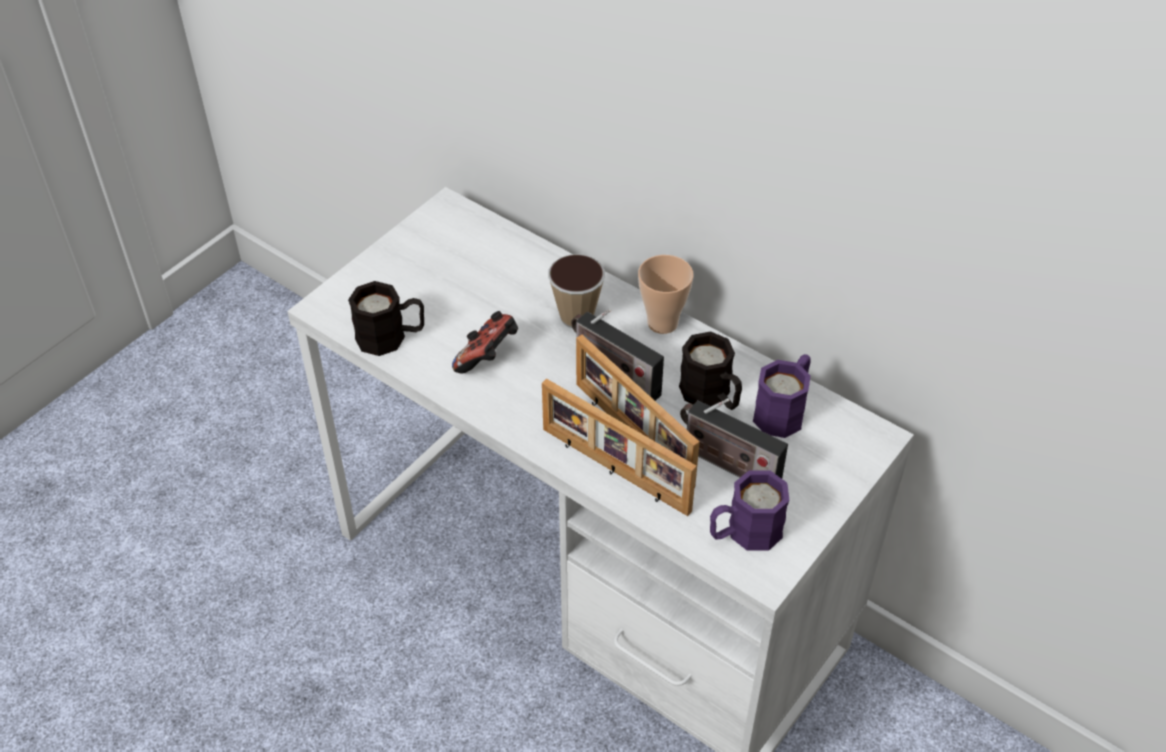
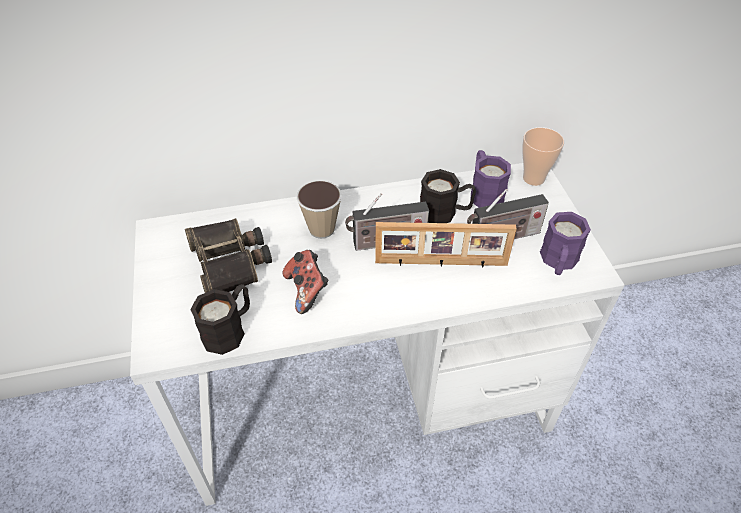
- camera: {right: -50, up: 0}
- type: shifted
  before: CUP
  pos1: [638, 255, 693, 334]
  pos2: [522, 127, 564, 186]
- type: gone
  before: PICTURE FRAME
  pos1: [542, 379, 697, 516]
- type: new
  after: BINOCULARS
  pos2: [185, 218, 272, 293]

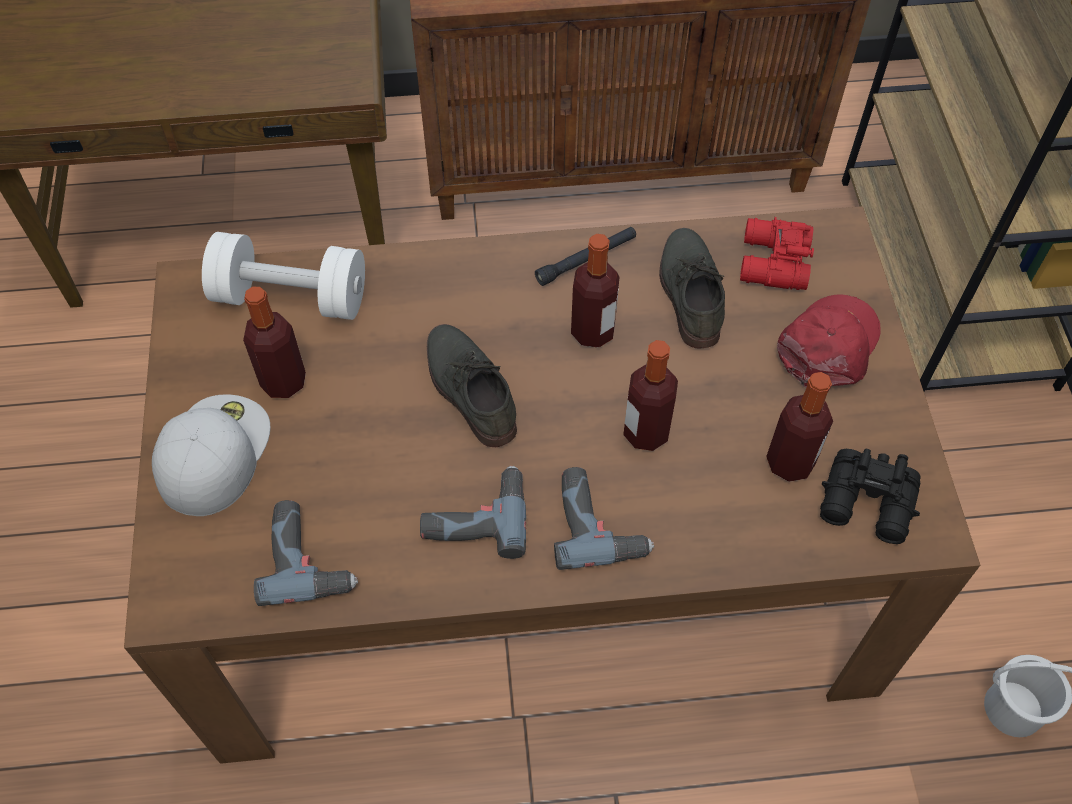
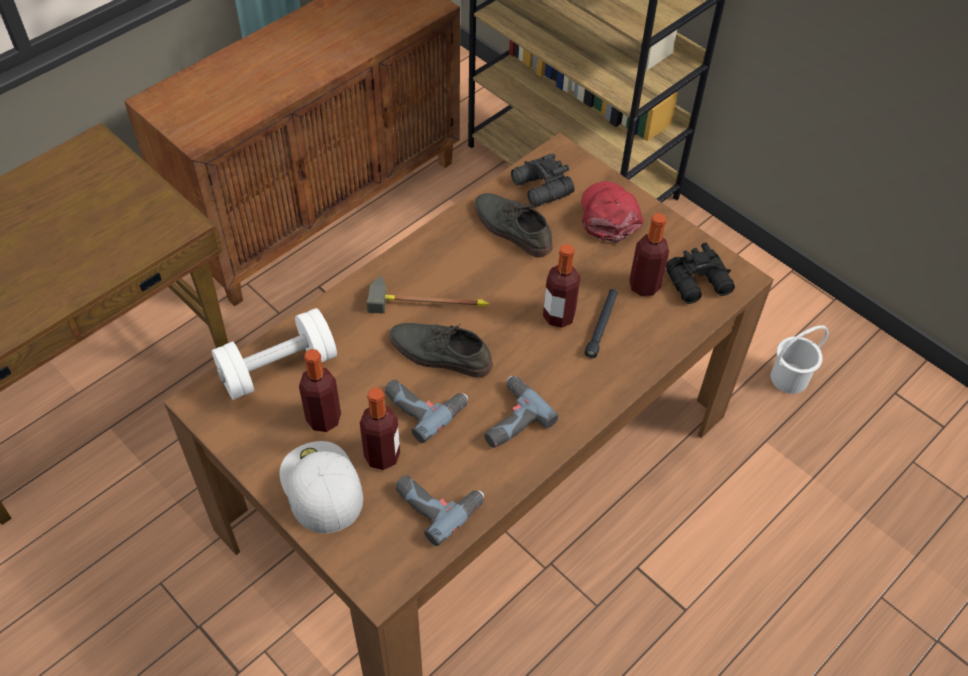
- camera: {right: -40, up: -5}
- type: repainted
  before: RED BINOCULARS
  after: BLACK BINOCULARS
  pos1: [740, 217, 814, 290]
  pos2: [511, 154, 574, 207]
- type: shifted
  before: BLACK FLASHLIGHT
  pos1: [535, 227, 636, 286]
  pos2: [584, 289, 618, 358]
- type: shifted
  before: BOTTLE
  pos1: [571, 234, 619, 348]
  pos2: [360, 387, 400, 470]
- type: shifted
  before: POWER DRILL
  pos1: [554, 467, 654, 570]
  pos2: [384, 380, 468, 443]
- type: new
  after: HAMMER
  pos2: [367, 276, 490, 314]

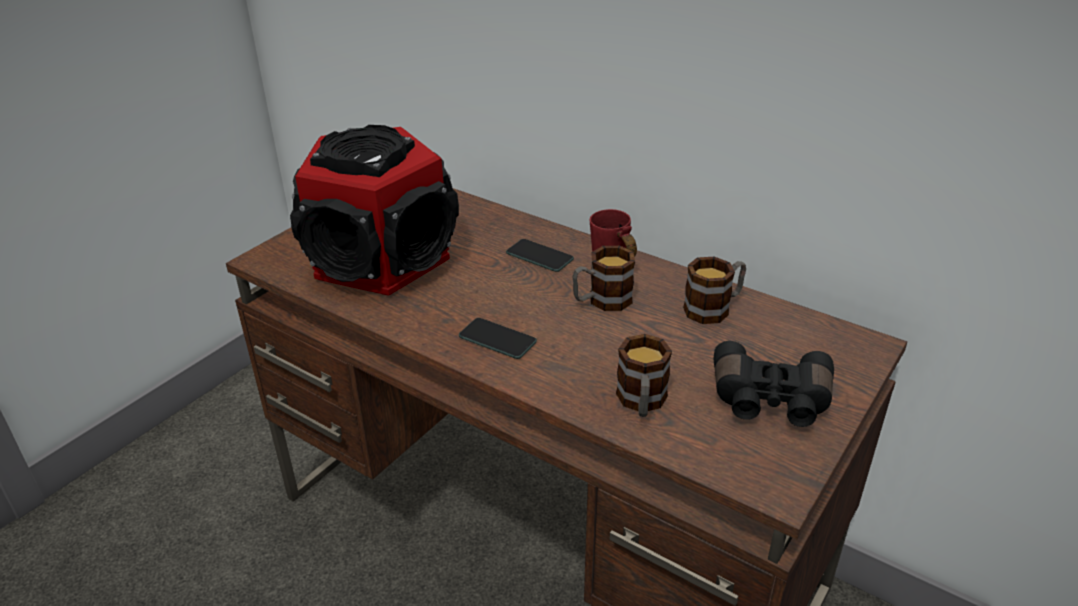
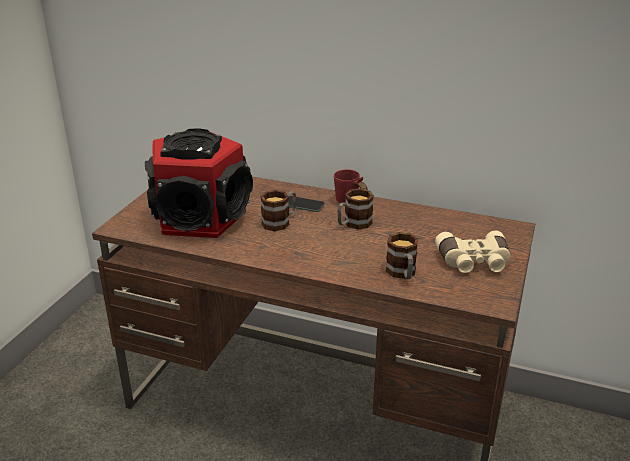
- camera: {right: -15, up: -5}
- type: shifted
  before: MUG
  pos1: [683, 257, 746, 324]
  pos2: [260, 190, 296, 231]
- type: gone
  before: PHONE
  pos1: [459, 318, 537, 359]
- type: repainted
  before: BLACK BINOCULARS
  after: BEIGE BINOCULARS
  pos1: [714, 341, 834, 427]
  pos2: [435, 231, 510, 273]

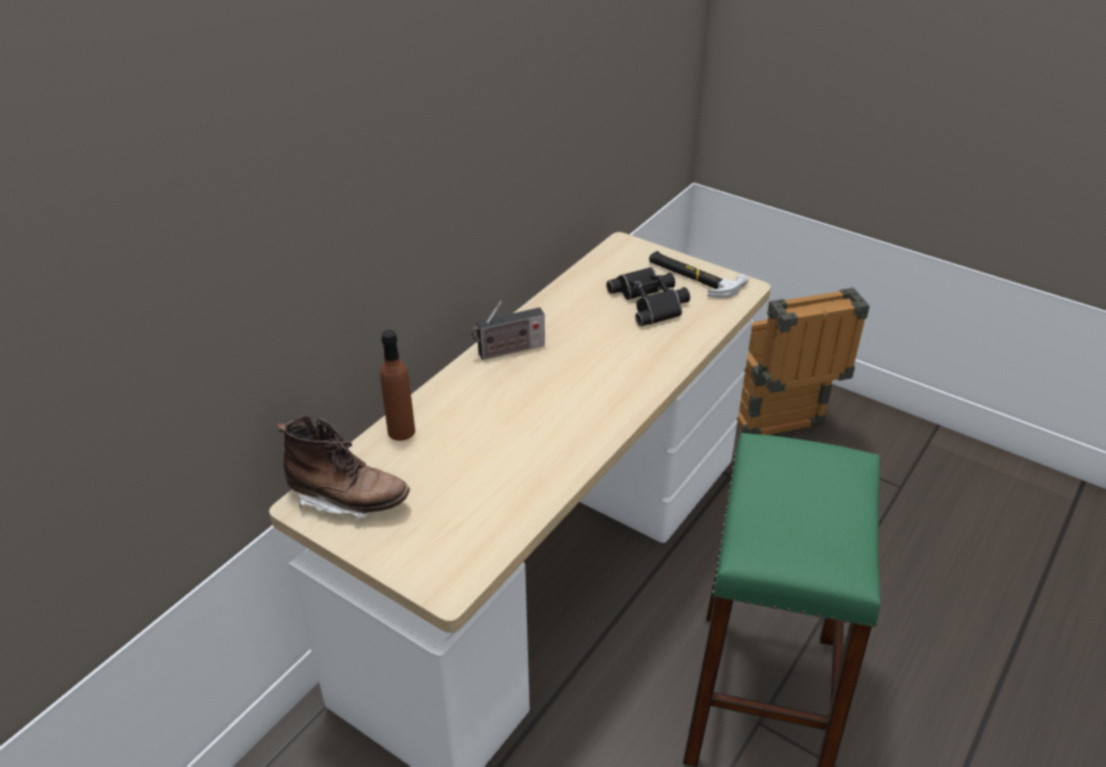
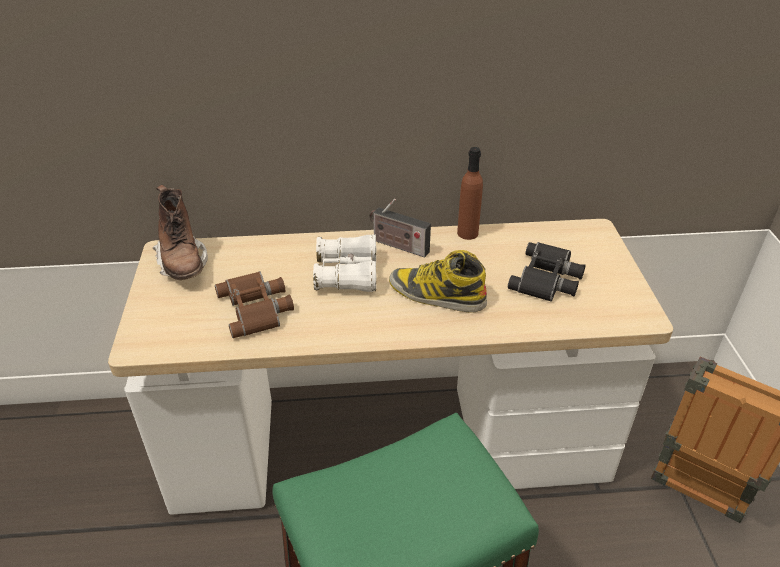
- camera: {right: 50, up: 0}
- type: gone
  before: HAMMER
  pos1: [649, 251, 749, 298]
- type: shifted
  before: BROWN BOTTLE
  pos1: [380, 330, 415, 441]
  pos2: [457, 147, 483, 240]
- type: new
  after: WHITE BINOCULARS
  pos2: [313, 234, 377, 292]
- type: new
  after: BOOT
  pos2: [389, 250, 487, 313]
- type: new
  after: BROWN BINOCULARS
  pos2: [215, 271, 294, 338]

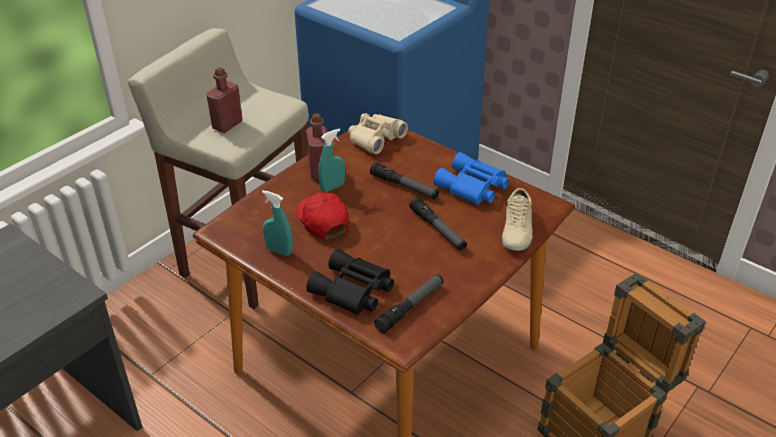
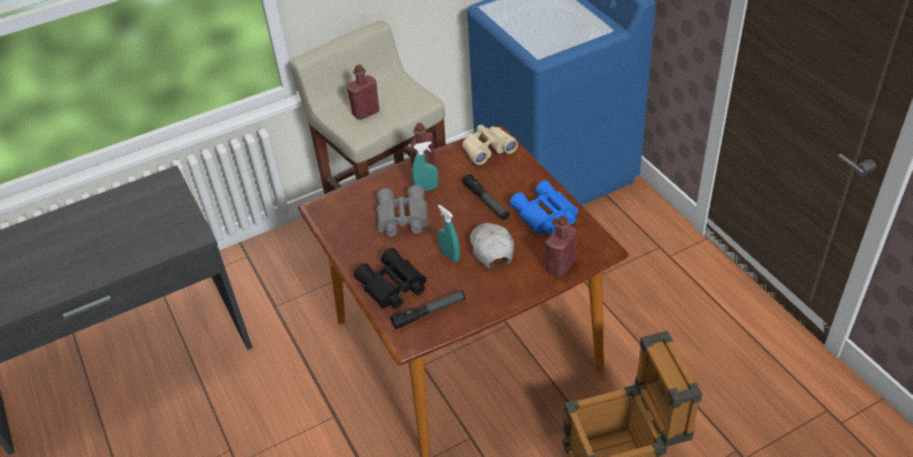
- camera: {right: 25, up: 5}
- type: swapped
  before: BEIGE SHOE
  after: RED BOTTLE
  pos1: [502, 188, 533, 251]
  pos2: [546, 216, 577, 277]
- type: shifted
  before: TURQUOISE SPRAY BOTTLE
  pos1: [262, 190, 293, 256]
  pos2: [438, 205, 460, 262]
- type: swapped
  before: RED CAP
  after: GREY BINOCULARS
  pos1: [295, 192, 349, 240]
  pos2: [377, 185, 429, 237]
- type: swapped
  before: FLASHLIGHT
  after: WHITE CAP
  pos1: [409, 197, 467, 251]
  pos2: [470, 223, 514, 268]

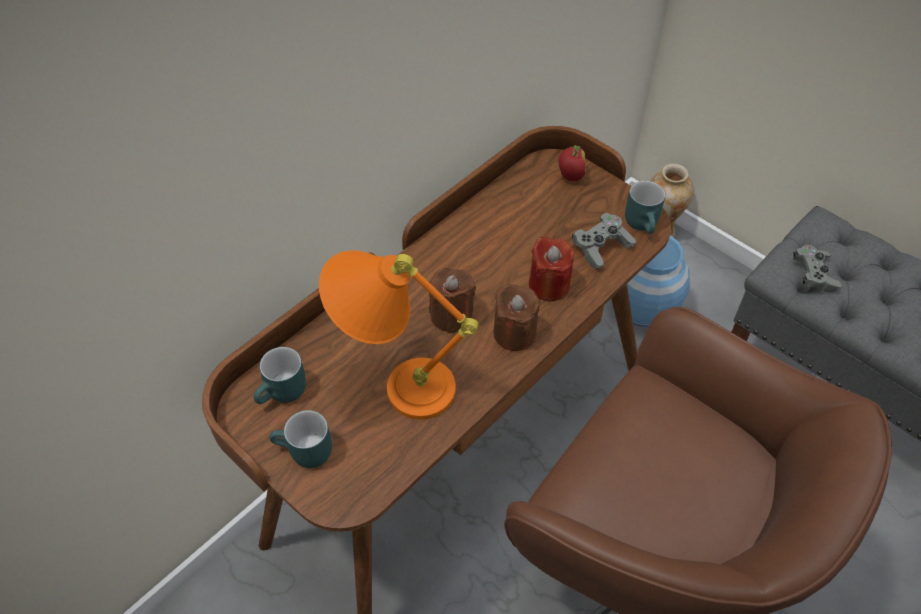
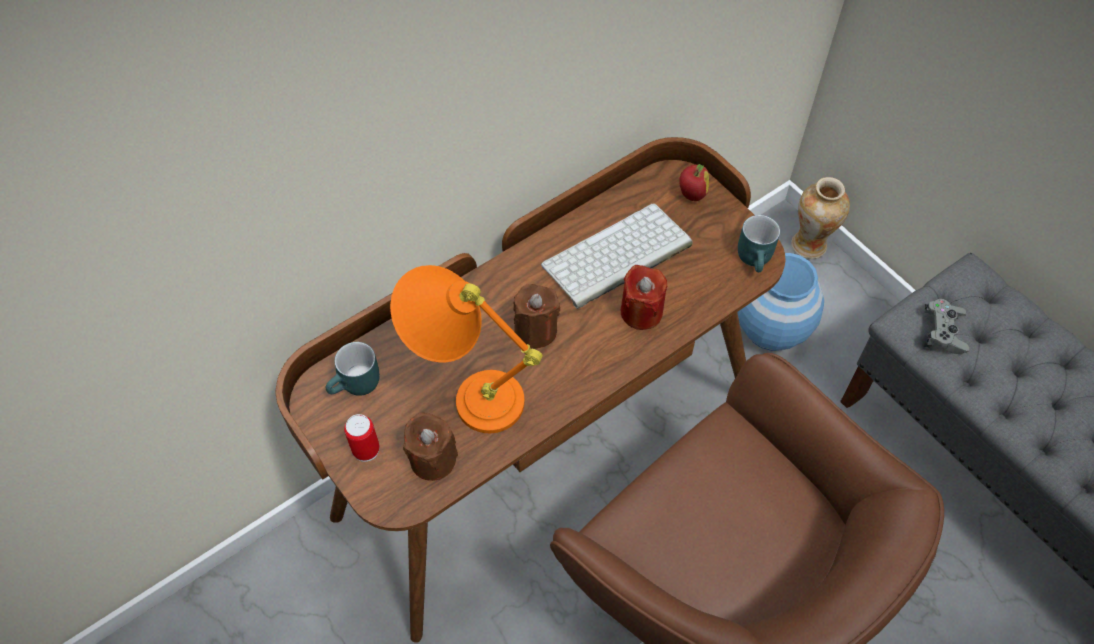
- camera: {right: 10, up: 5}
- type: gone
  before: GREY GAME CONTROLLER
  pos1: [572, 213, 636, 270]
- type: shifted
  before: BROWN CANDLE
  pos1: [494, 283, 540, 351]
  pos2: [403, 412, 458, 481]
- type: swapped
  before: TURQUOISE MUG
  after: CAN
  pos1: [269, 410, 332, 468]
  pos2: [344, 414, 380, 462]
- type: new
  after: KEYBOARD
  pos2: [541, 203, 692, 309]

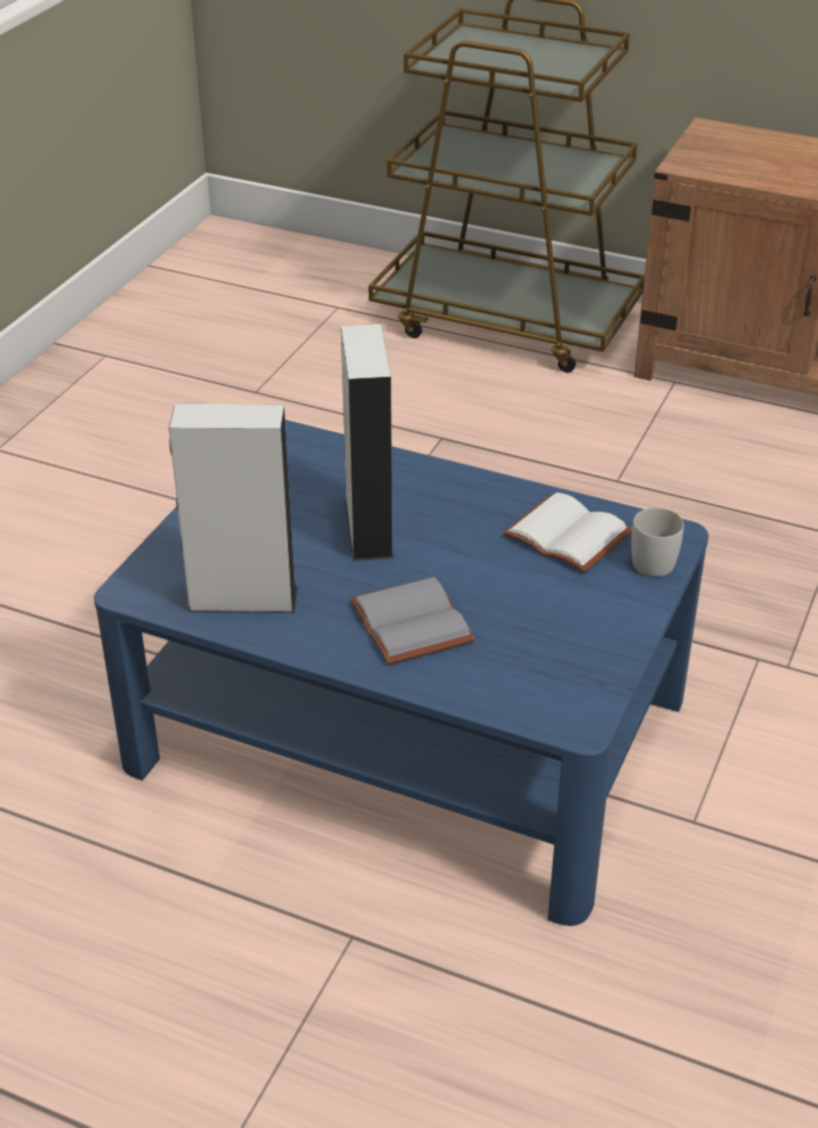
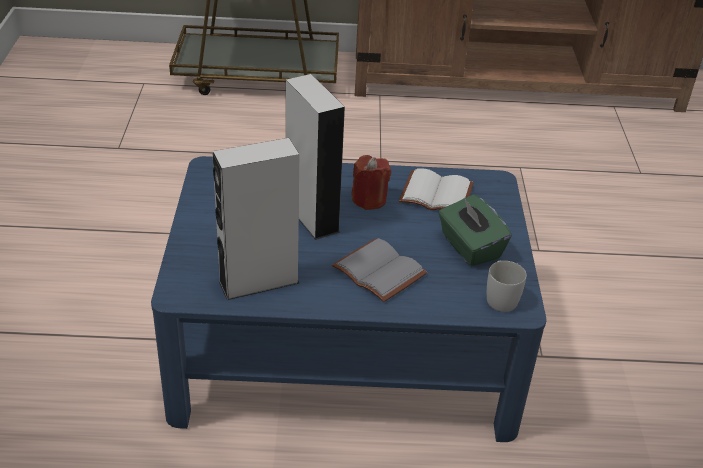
- camera: {right: -25, up: 0}
- type: shifted
  before: WHITE MUG
  pos1: [632, 508, 684, 577]
  pos2: [487, 261, 526, 312]
- type: new
  after: RED CANDLE
  pos2: [352, 155, 391, 210]
- type: new
  after: GREEN TISSUE BOX
  pos2: [439, 195, 512, 266]

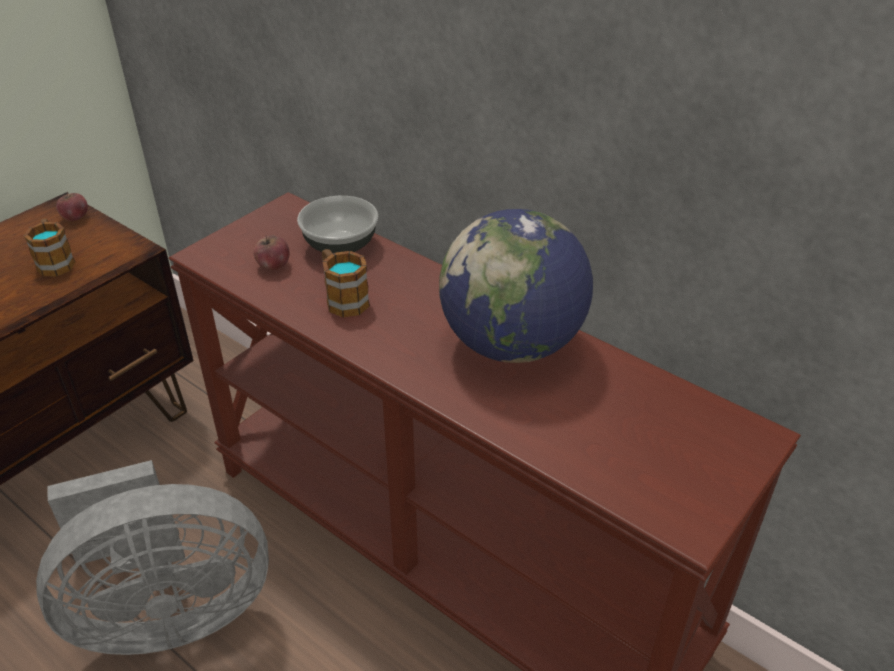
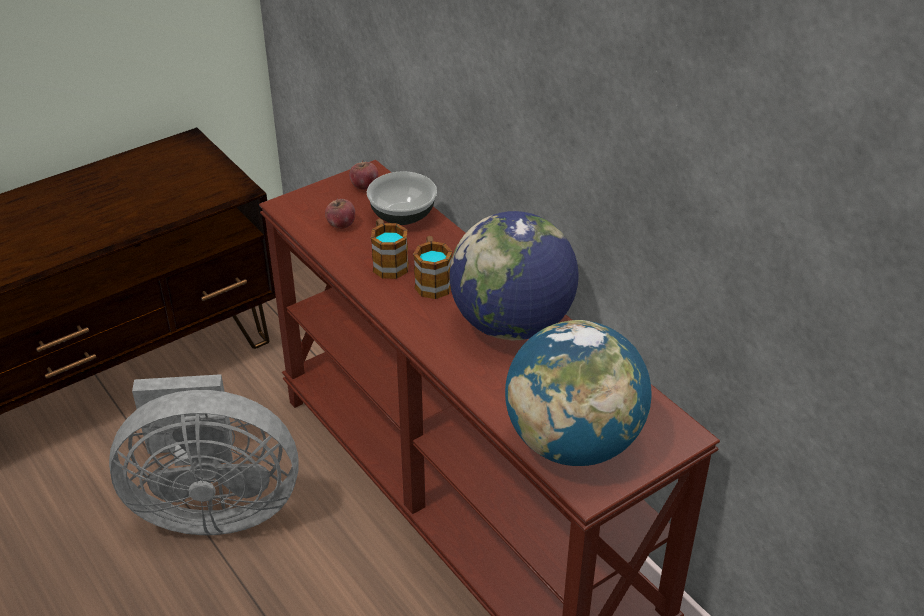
- camera: {right: 15, up: 0}
- type: shifted
  before: APPLE
  pos1: [56, 191, 88, 221]
  pos2: [349, 160, 378, 190]
- type: shifted
  before: MUG
  pos1: [24, 218, 75, 276]
  pos2: [413, 236, 453, 299]
- type: new
  after: GLOBE
  pos2: [505, 320, 651, 466]

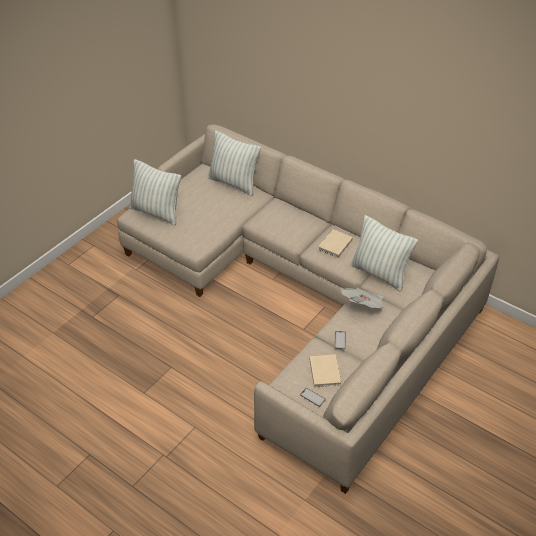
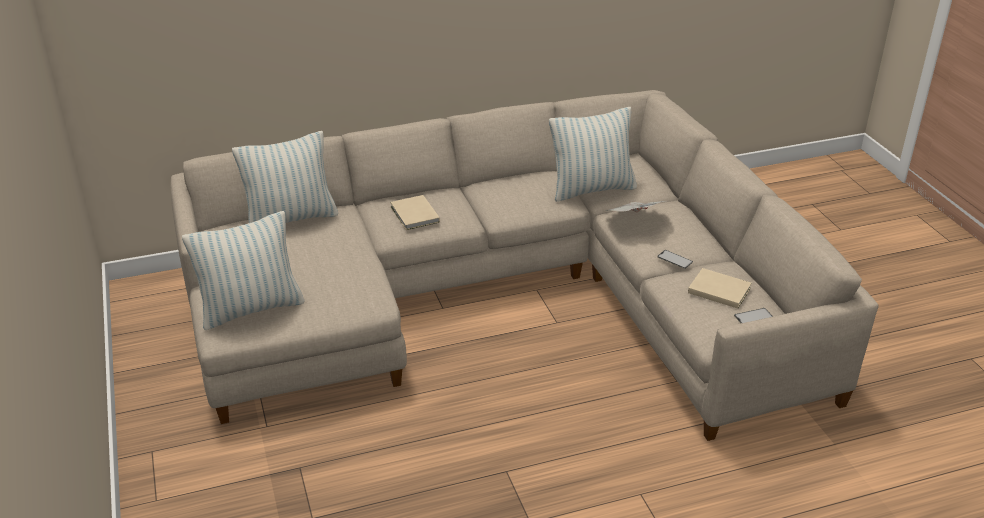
- camera: {right: -55, up: -10}
- type: shifted
  before: BEIGE BOOK
  pos1: [318, 229, 353, 258]
  pos2: [390, 195, 440, 230]

